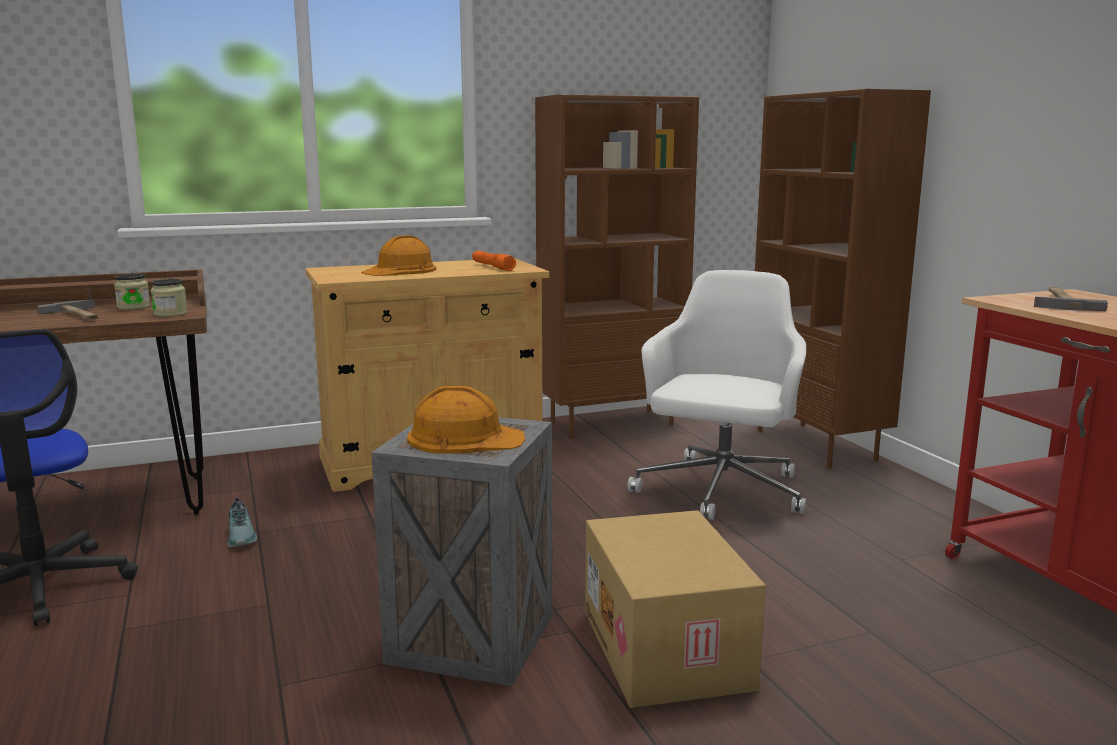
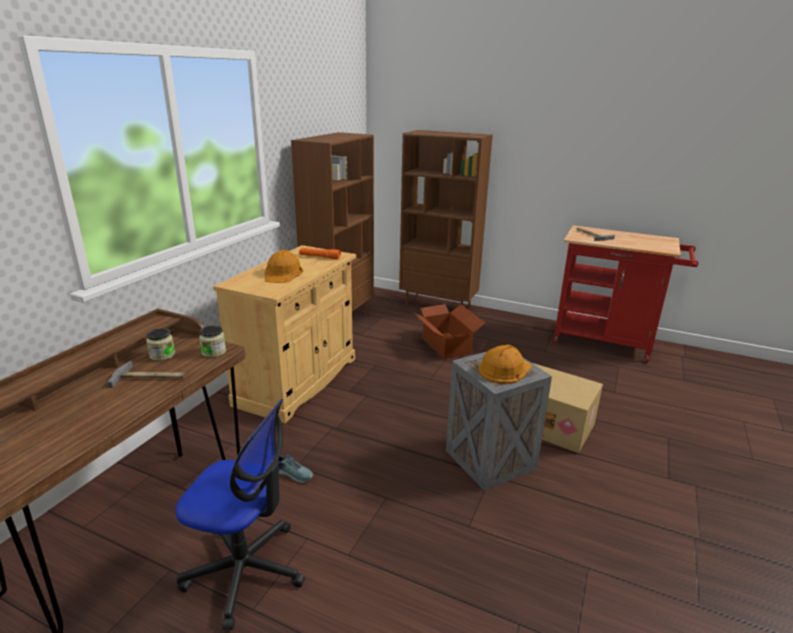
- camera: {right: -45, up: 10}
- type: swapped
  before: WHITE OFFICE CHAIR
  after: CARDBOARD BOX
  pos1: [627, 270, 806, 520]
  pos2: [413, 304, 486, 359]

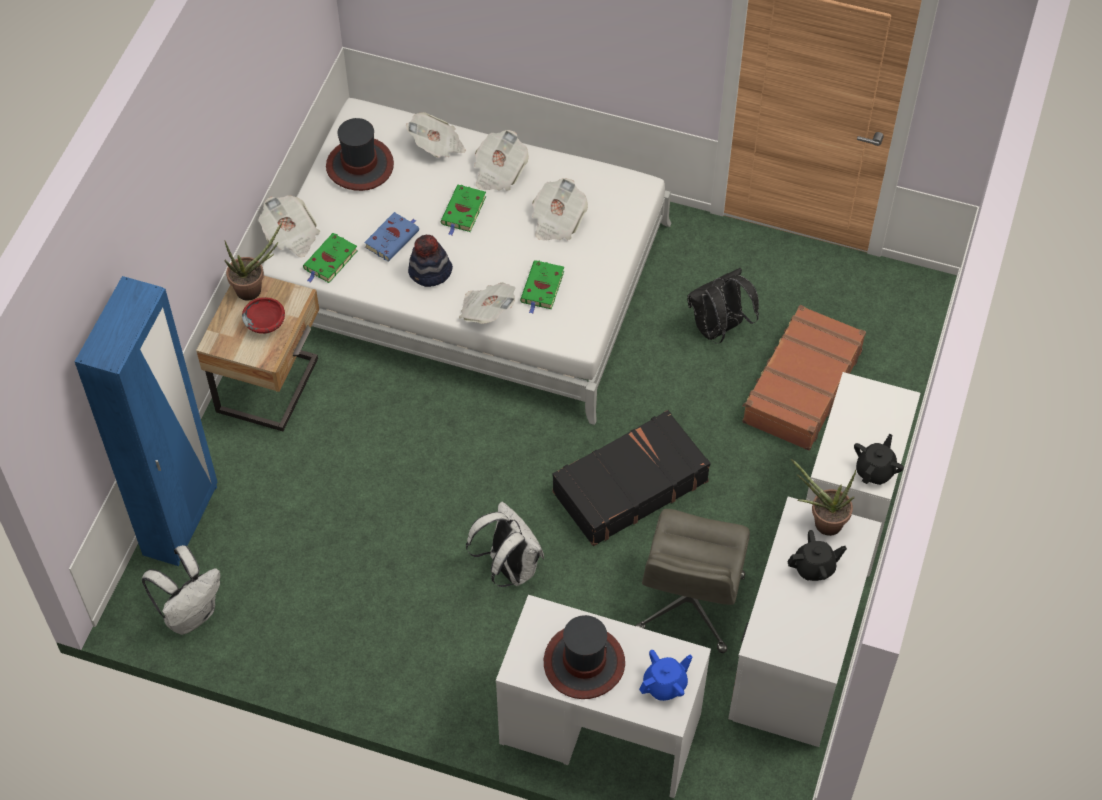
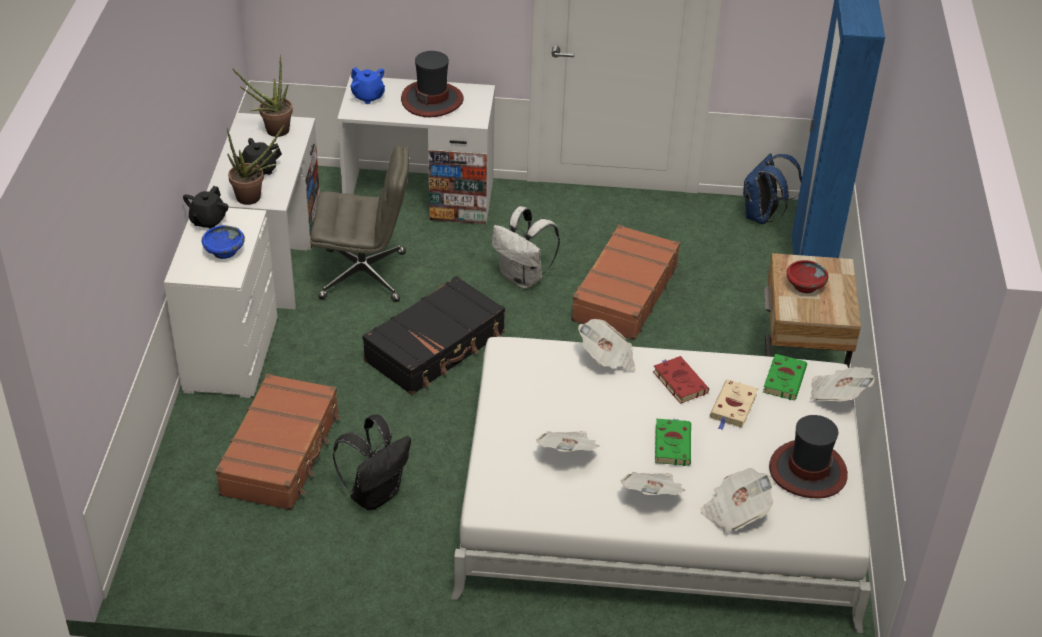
- camera: {right: 165, up: -15}
- type: repainted
  before: BLUE BOOK
  after: BEIGE BOOK
  pos1: [364, 212, 419, 262]
  pos2: [710, 379, 758, 430]
- type: shifted
  before: POTTED PLANT
  pos1: [224, 222, 282, 301]
  pos2: [232, 55, 293, 137]
- type: swapped
  before: HAT
  after: RED BOOK
  pos1: [408, 234, 453, 287]
  pos2: [653, 356, 709, 404]
- type: gone
  before: GREEN BOOK
  pos1: [520, 260, 564, 314]
- type: rotated
  before: GREY OFFICE CHAIR
  pos1: [635, 509, 750, 653]
  pos2: [310, 146, 409, 302]
  turn: 90
- type: repainted
  before: WHITE BACKPACK
  after: BLUE BACKPACK
  pos1: [142, 545, 220, 635]
  pos2: [743, 153, 802, 224]
- type: rotated
  before: BLUE TEAPOT
  pos1: [639, 650, 692, 701]
  pos2: [351, 67, 385, 104]
  turn: -90
- type: new
  after: BLUE BOWL
  pos2: [202, 225, 245, 259]
- type: new
  after: BROWN SUITCASE
  pos2: [571, 225, 680, 340]

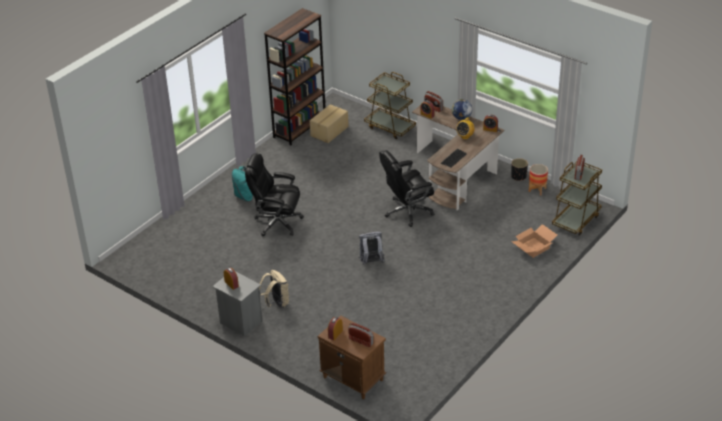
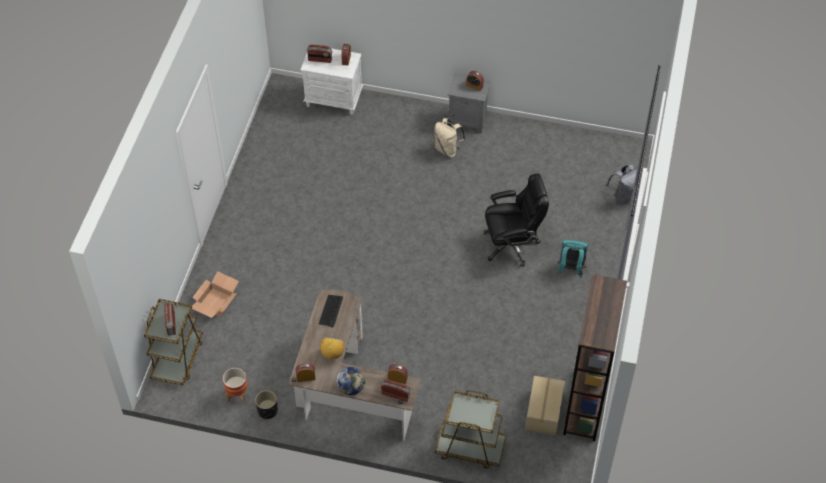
- camera: {right: 155, up: 15}
- type: gone
  before: BLACK OFFICE CHAIR
  pos1: [379, 150, 434, 227]
- type: shifted
  before: GREY BACKPACK
  pos1: [359, 232, 385, 265]
  pos2: [606, 165, 641, 205]
- type: repainted
  before: BROWN NIGHTSTAND
  after: WHITE NIGHTSTAND
  pos1: [318, 315, 387, 399]
  pos2: [300, 48, 363, 115]

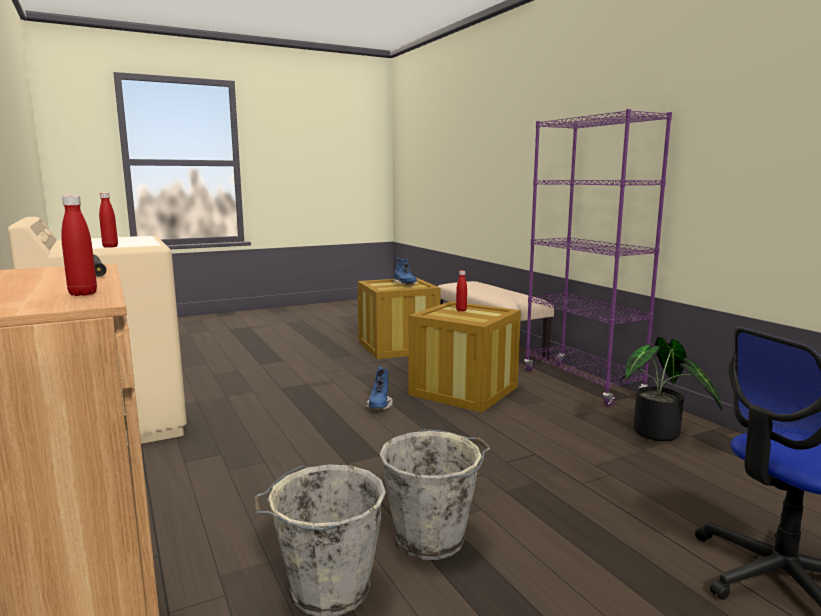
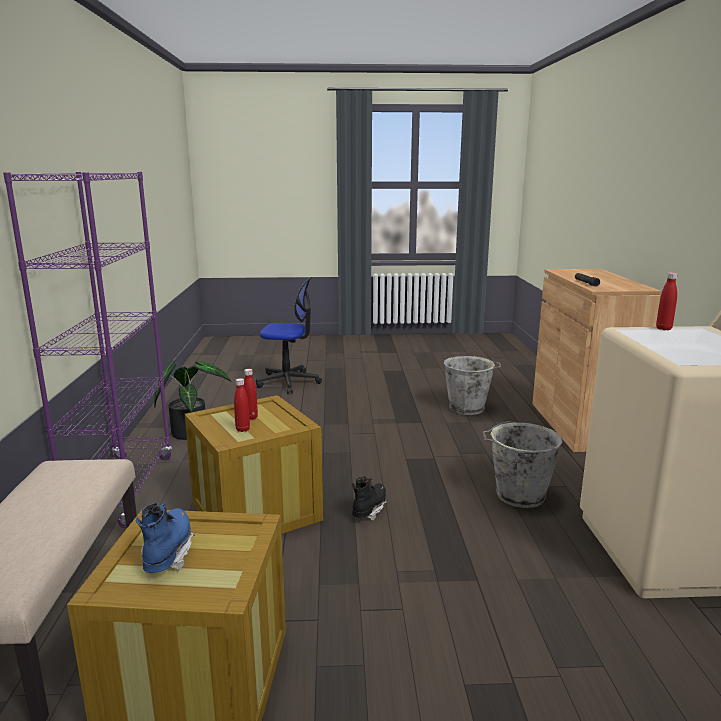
- camera: {right: -155, up: 5}
- type: shifted
  before: RED BOTTLE
  pos1: [61, 195, 97, 296]
  pos2: [244, 369, 258, 420]
- type: repainted
  before: BLUE BOOT
  after: BLACK BOOT
  pos1: [366, 366, 393, 410]
  pos2: [352, 476, 387, 520]
- type: shifted
  before: GREY BUCKET
  pos1: [379, 429, 490, 560]
  pos2: [482, 421, 563, 508]

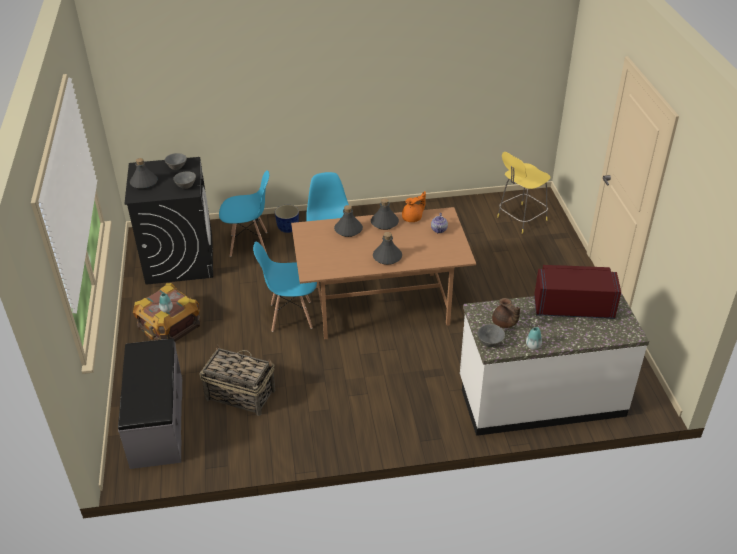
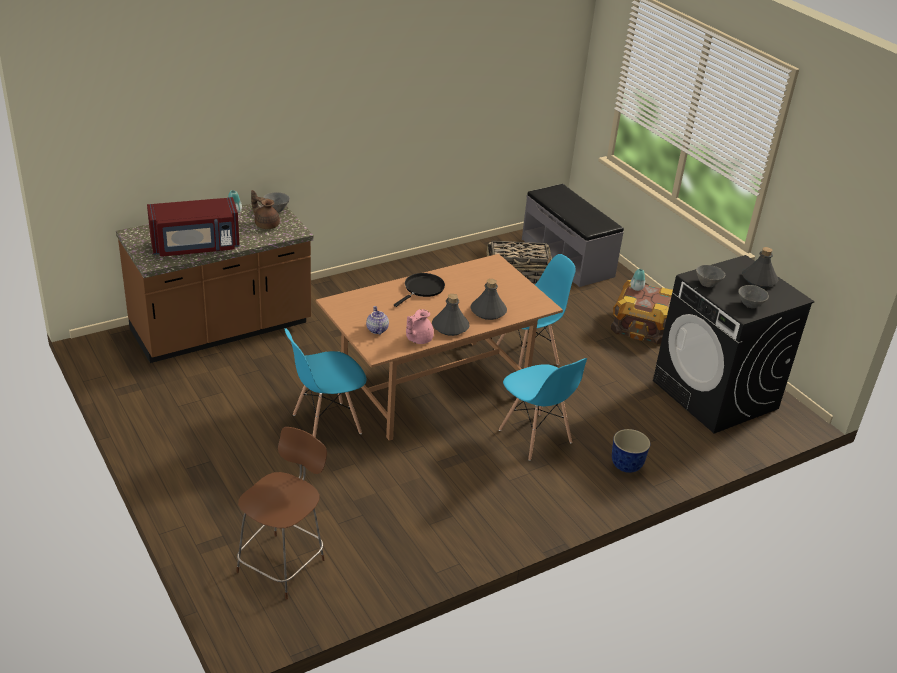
- camera: {right: 155, up: -5}
- type: repainted
  before: YELLOW STOOL
  after: BROWN STOOL
  pos1: [497, 152, 551, 234]
  pos2: [236, 427, 327, 600]
- type: shifted
  before: BLUE CHAIR
  pos1: [219, 170, 269, 257]
  pos2: [285, 328, 366, 438]
- type: repainted
  before: ORANGE TEAPOT
  after: PINK TEAPOT
  pos1: [402, 191, 426, 222]
  pos2: [406, 309, 434, 344]
- type: swapped
  before: GREY BOTTLE
  after: BLACK FRYING PAN
  pos1: [373, 232, 402, 265]
  pos2: [394, 273, 445, 307]
- type: repainted
  before: WHITE COUNTER
  after: BROWN COUNTER
  pos1: [460, 293, 649, 436]
  pos2: [116, 202, 314, 363]

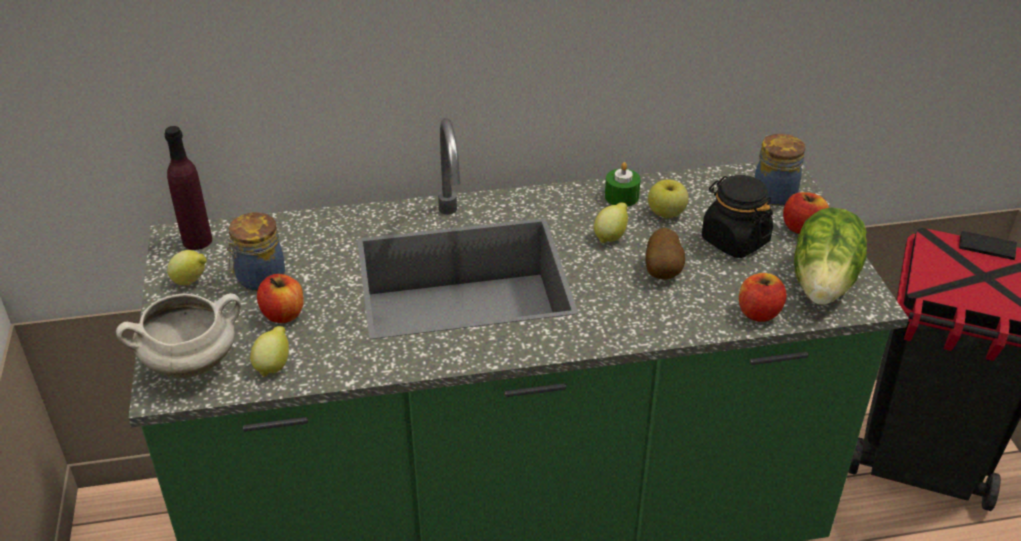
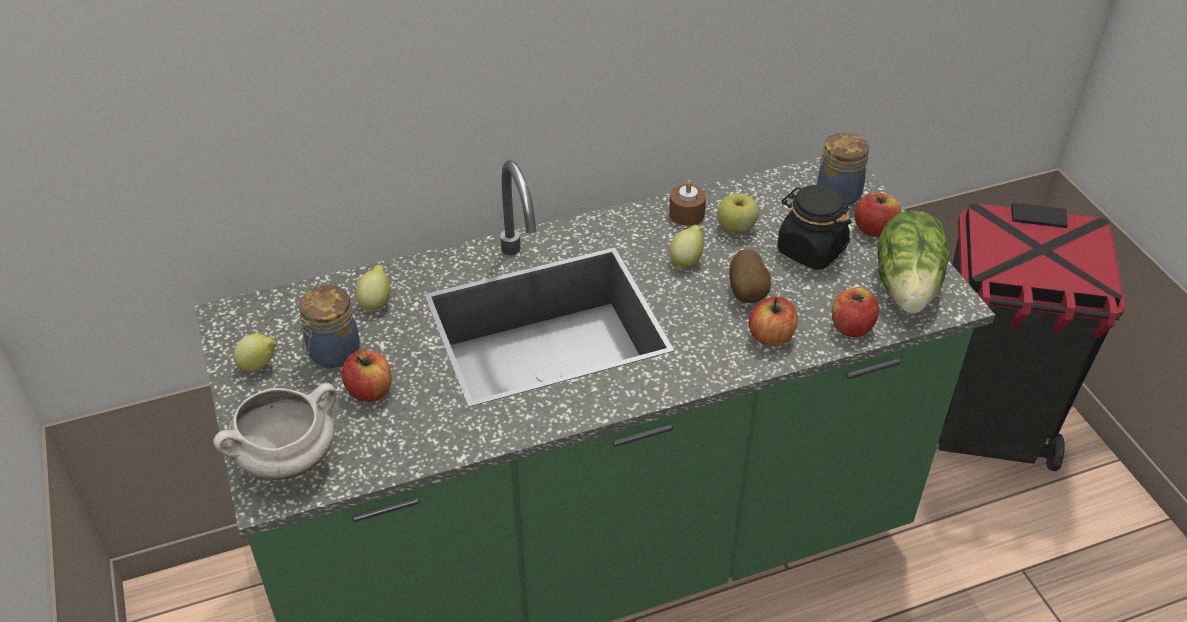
- camera: {right: -10, up: 5}
- type: gone
  before: PURPLE BOTTLE
  pos1: [164, 126, 212, 250]
- type: repainted
  before: GREEN CANDLE
  after: BROWN CANDLE
  pos1: [605, 162, 641, 207]
  pos2: [669, 180, 706, 226]
- type: shifted
  before: LEMON
  pos1: [250, 326, 289, 377]
  pos2: [356, 265, 390, 314]
- type: new
  after: APPLE
  pos2: [749, 297, 798, 346]

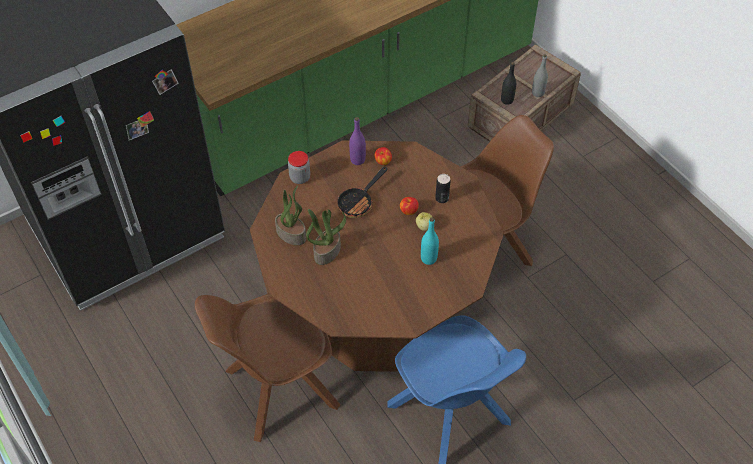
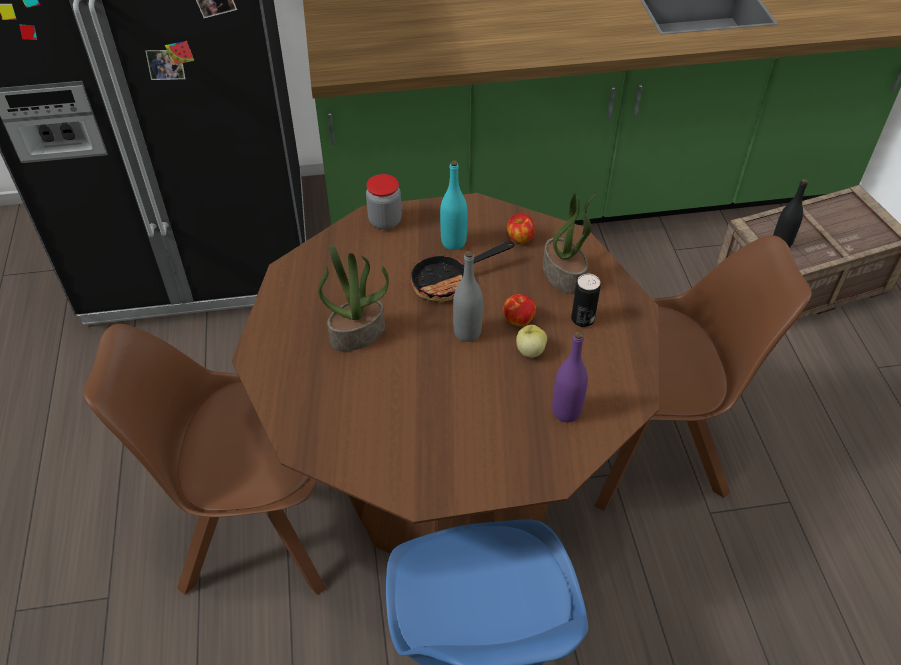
- camera: {right: 25, up: -5}
- type: shifted
  before: GREY BOTTLE
  pos1: [532, 54, 548, 97]
  pos2: [453, 251, 483, 342]
- type: shifted
  before: PURPLE BOTTLE
  pos1: [349, 117, 366, 165]
  pos2: [552, 331, 588, 422]
- type: shifted
  before: POTTED PLANT
  pos1: [275, 185, 306, 245]
  pos2: [543, 192, 598, 294]
- type: shifted
  before: TURQUOISE BOTTLE
  pos1: [421, 218, 439, 265]
  pos2: [440, 160, 467, 250]

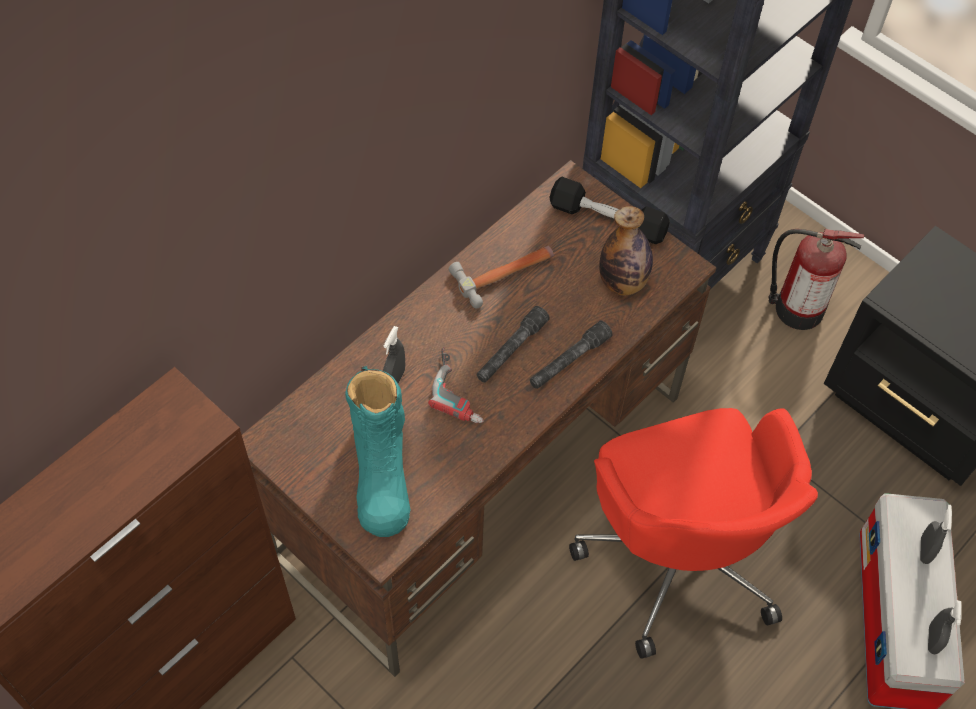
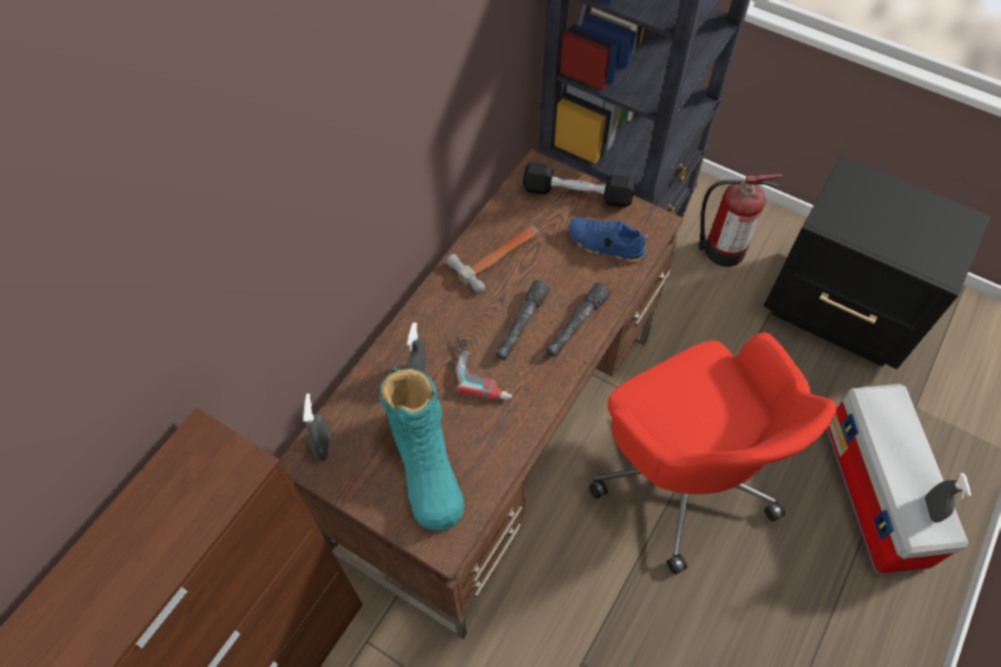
- camera: {right: -10, up: 0}
- type: swapped
  before: BOTTLE
  after: BLUE SHOE
  pos1: [599, 206, 653, 296]
  pos2: [569, 217, 648, 262]
- type: shifted
  before: GREY SPRAY BOTTLE
  pos1: [920, 505, 952, 564]
  pos2: [303, 393, 329, 461]

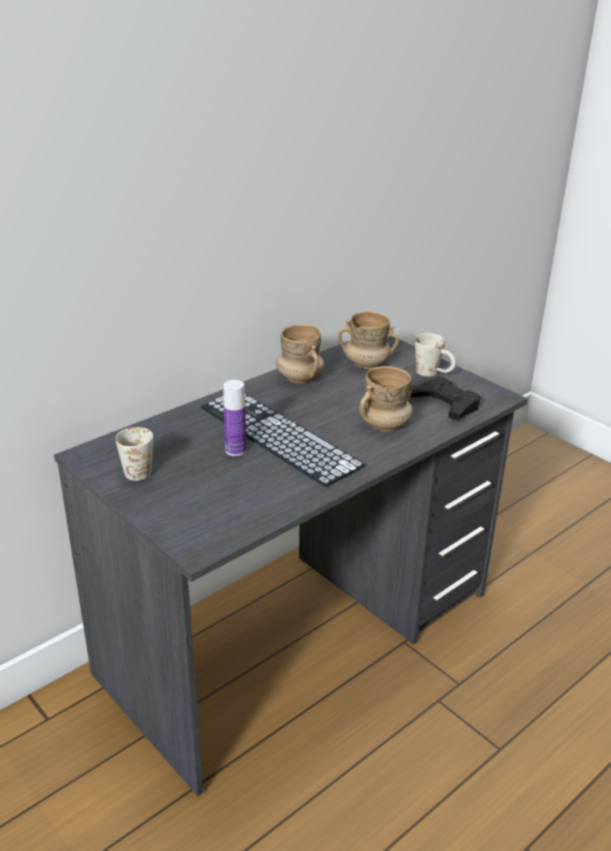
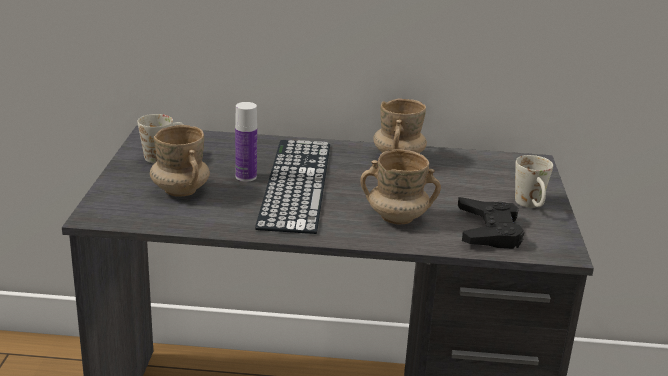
- camera: {right: 45, up: -5}
- type: shifted
  before: BEIGE MUG
  pos1: [338, 311, 399, 369]
  pos2: [150, 125, 210, 197]

